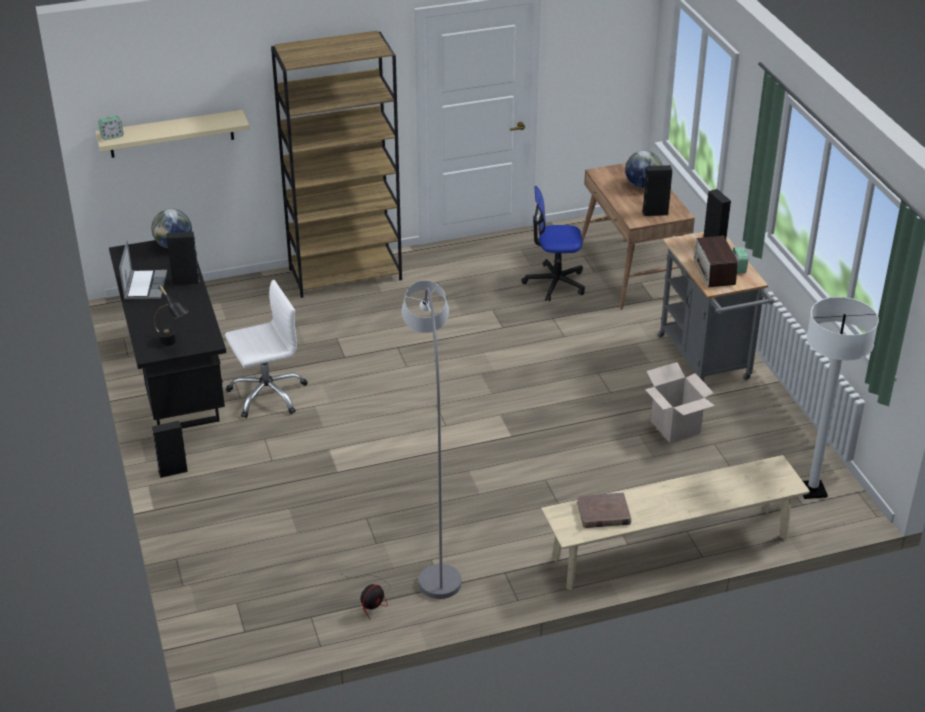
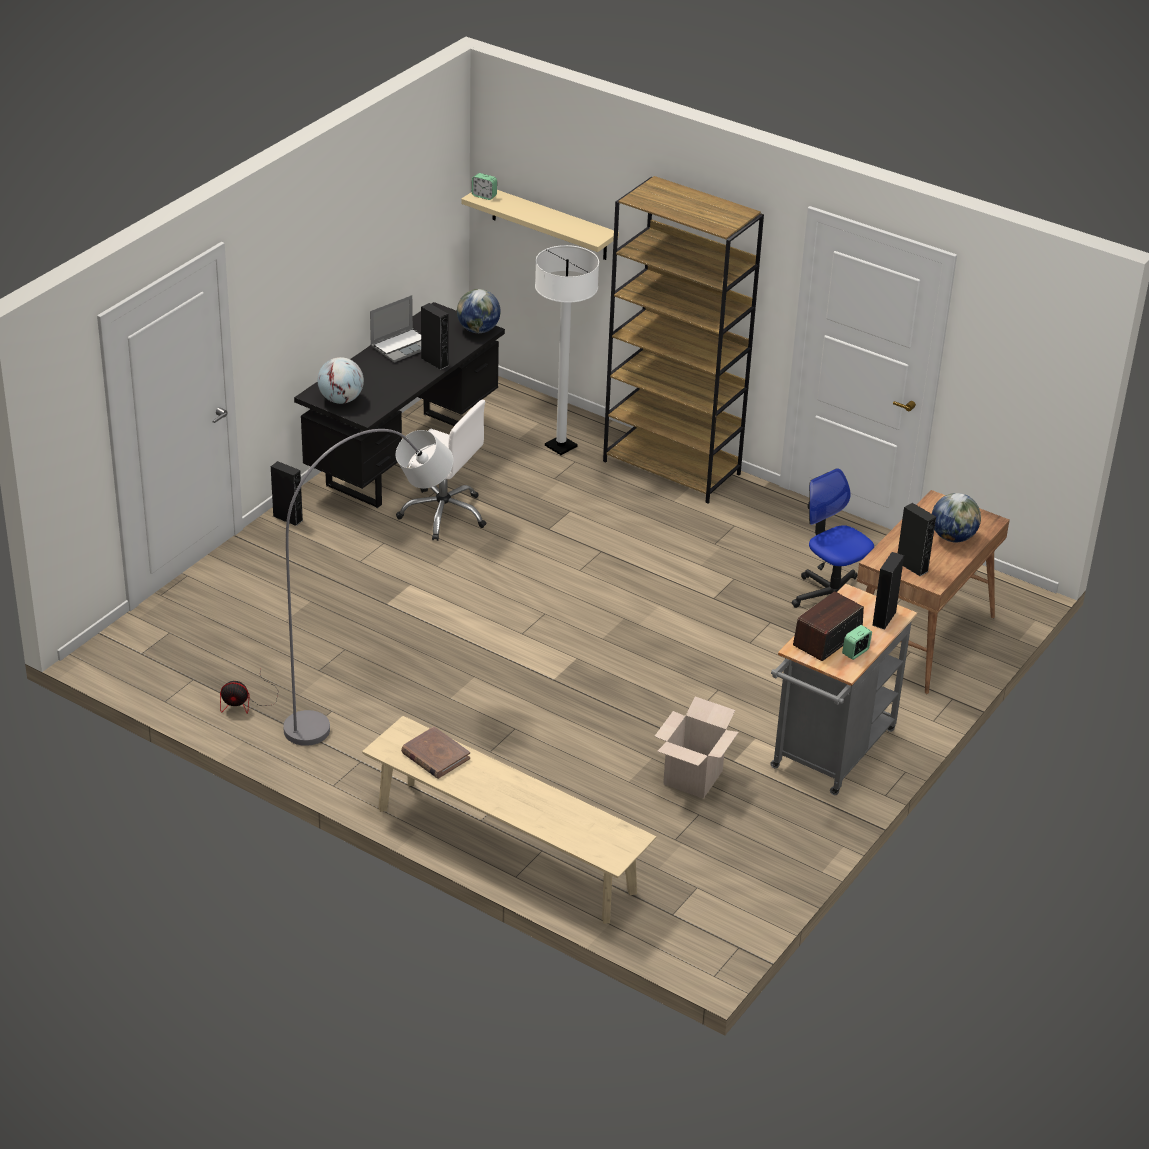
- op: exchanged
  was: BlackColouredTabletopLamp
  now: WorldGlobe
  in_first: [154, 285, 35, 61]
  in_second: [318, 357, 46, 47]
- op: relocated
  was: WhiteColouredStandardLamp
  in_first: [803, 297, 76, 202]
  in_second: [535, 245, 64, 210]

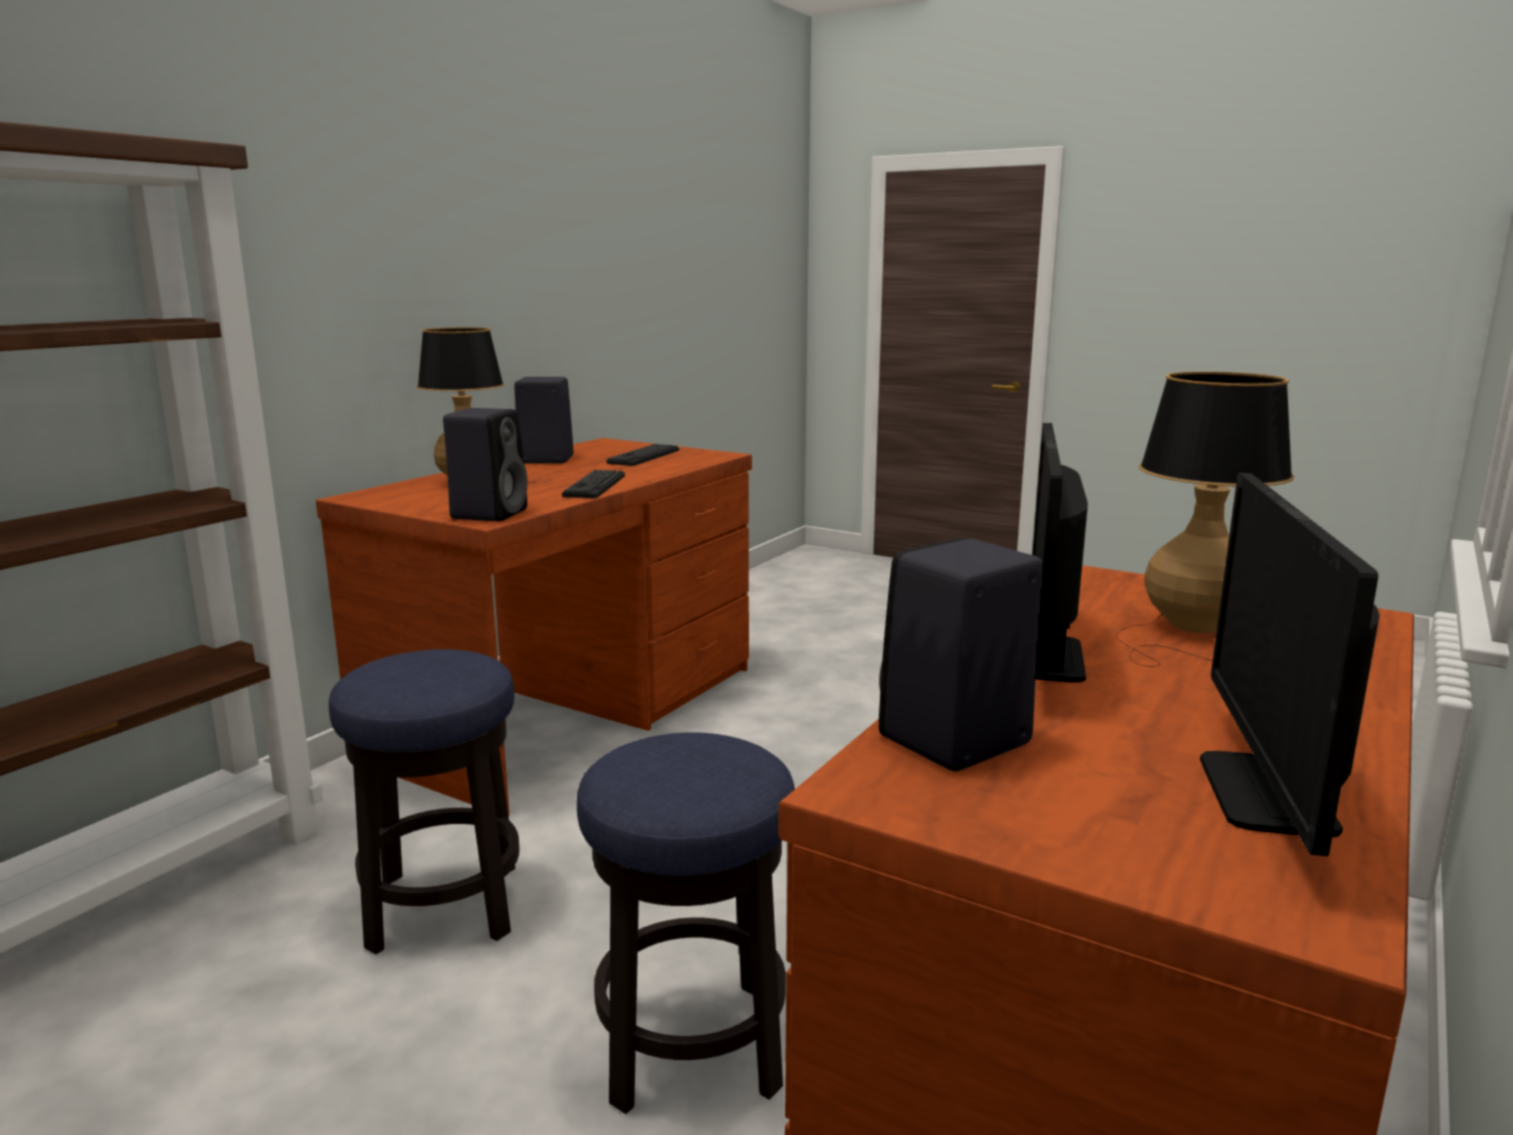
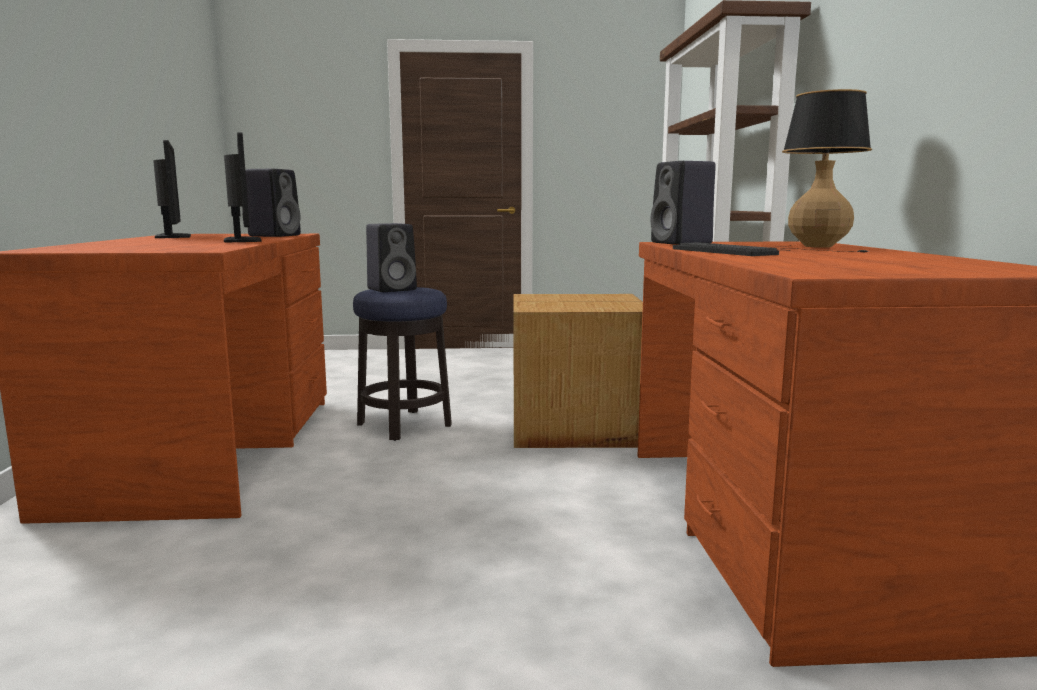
- op: exchanged
  was: Stool
  now: CardboardBox
  in_first: [329, 649, 191, 306]
  in_second: [514, 294, 129, 154]
- op: relocated
  was: BlackColouredLoudspeaker
  in_first: [514, 377, 60, 86]
  in_second: [366, 223, 51, 69]
- op: missing
  was: Keyboard
  in_first: [607, 444, 72, 22]
- op: missing
  was: TabletopLamp
  in_first: [1116, 372, 178, 294]

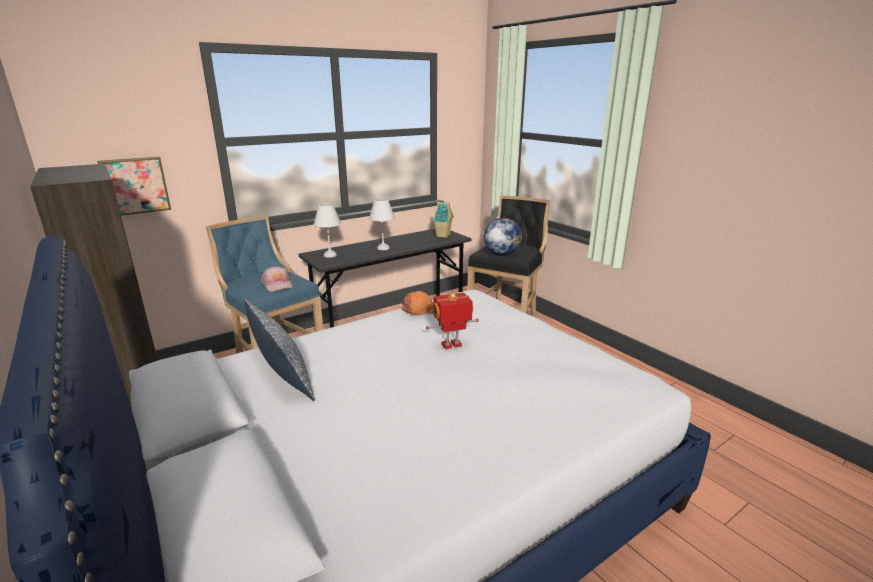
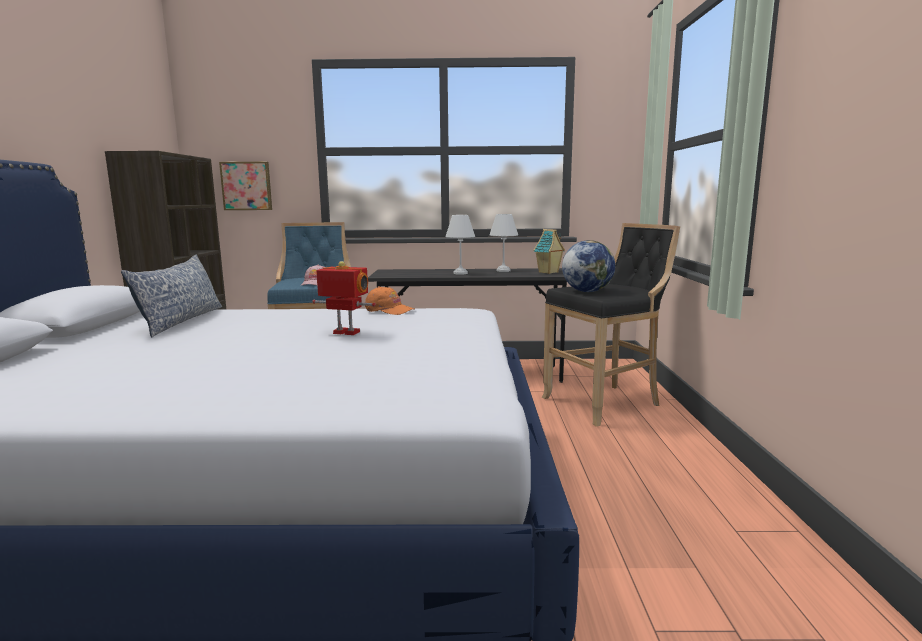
- op: relocated
  was: WhiteColouredTabletopLamp
  in_first: [314, 203, 27, 55]
  in_second: [490, 214, 28, 58]

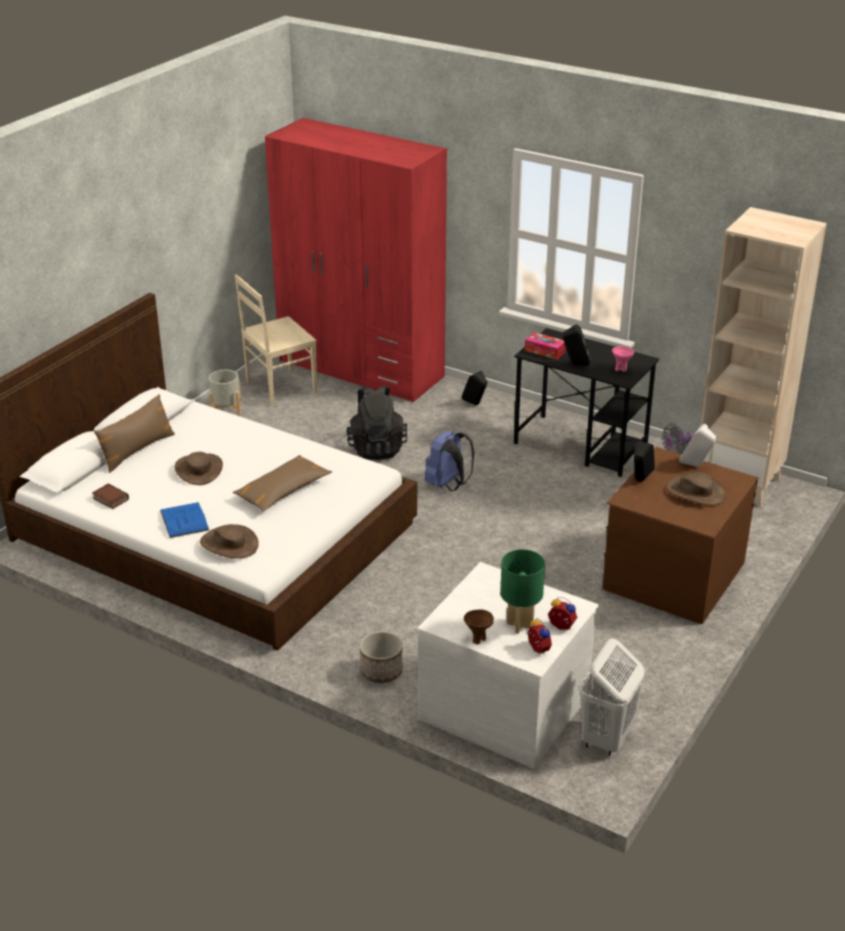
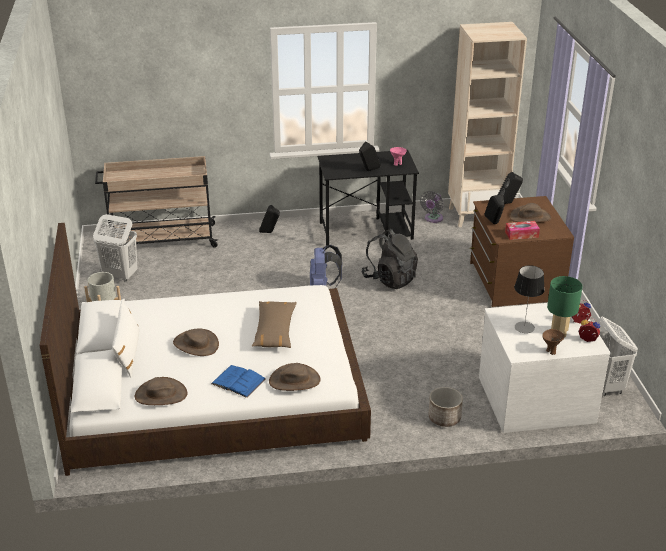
- op: exchanged
  was: Book
  now: BrownClothingHat
  in_first: [92, 484, 37, 25]
  in_second: [135, 377, 52, 28]
- op: colour
  was: BrownCushion
  now: WhiteColouredCushion
  in_first: [94, 394, 81, 79]
  in_second: [112, 301, 28, 77]
- op: exchanged
  was: BeigeColouredChair
  now: WhiteColouredHamper
  in_first: [235, 274, 82, 132]
  in_second: [93, 214, 44, 68]
- op: exchanged
  was: RedColouredClothesCupboard
  now: BeigeColouredWheeledCart
  in_first: [265, 118, 182, 284]
  in_second: [95, 156, 123, 92]
- op: relocated
  was: BlackColouredRucksack
  in_first: [346, 385, 61, 75]
  in_second: [361, 229, 57, 60]
- op: relocated
  was: TissueHolder
  in_first: [525, 332, 41, 28]
  in_second: [505, 221, 35, 19]
- op: colour
  was: WhiteColouredLoudspeaker
  now: BlackColouredLoudspeaker
  in_first: [679, 424, 38, 43]
  in_second: [498, 172, 25, 32]
- op: appeared
  now: TabletopLamp
  in_second: [514, 265, 31, 68]

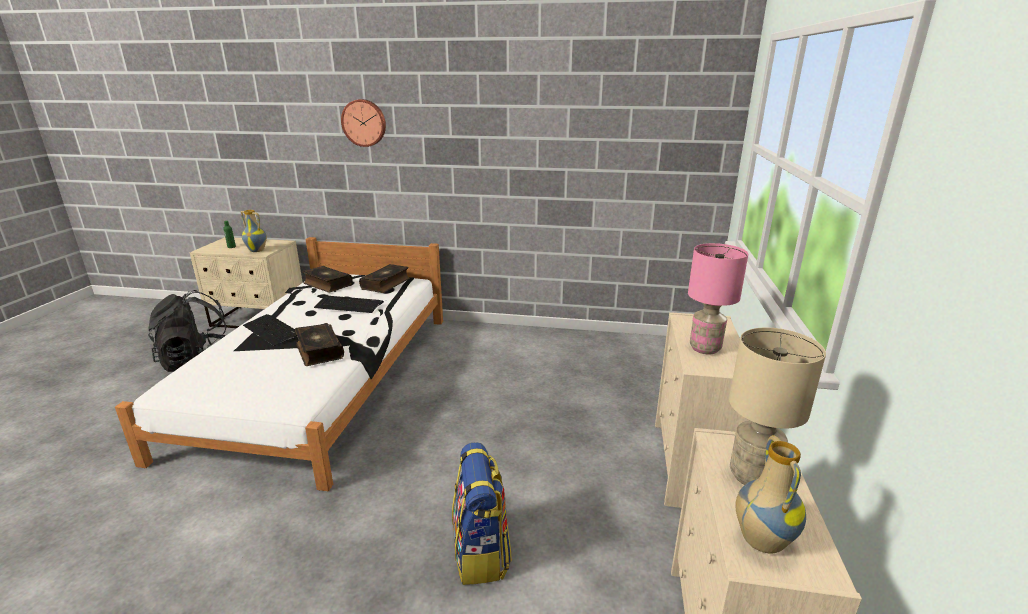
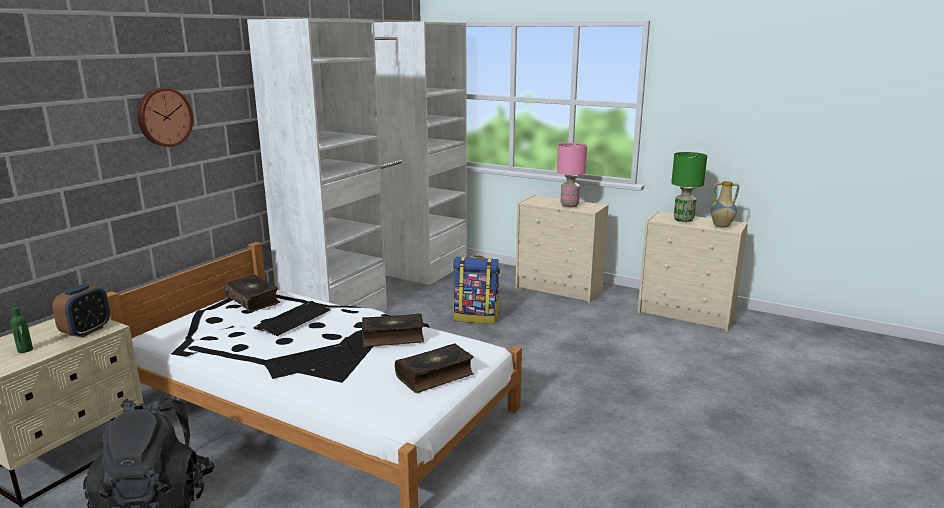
- op: exchanged
  was: DecorativeVase
  now: BedsideClock
  in_first: [240, 210, 27, 42]
  in_second: [52, 284, 58, 54]
- op: relocated
  was: Book
  in_first: [302, 266, 51, 26]
  in_second: [395, 343, 79, 50]
- op: relocated
  was: Rucksack
  in_first: [452, 442, 60, 143]
  in_second: [453, 255, 47, 69]
- op: colour
  was: BeigeColouredTabletopLamp
  now: GreenishTabletopLamp
  in_first: [729, 327, 97, 158]
  in_second: [671, 152, 36, 70]
- op: appeared
  now: WhiteColouredClothesCupboard
  in_second: [247, 19, 220, 293]

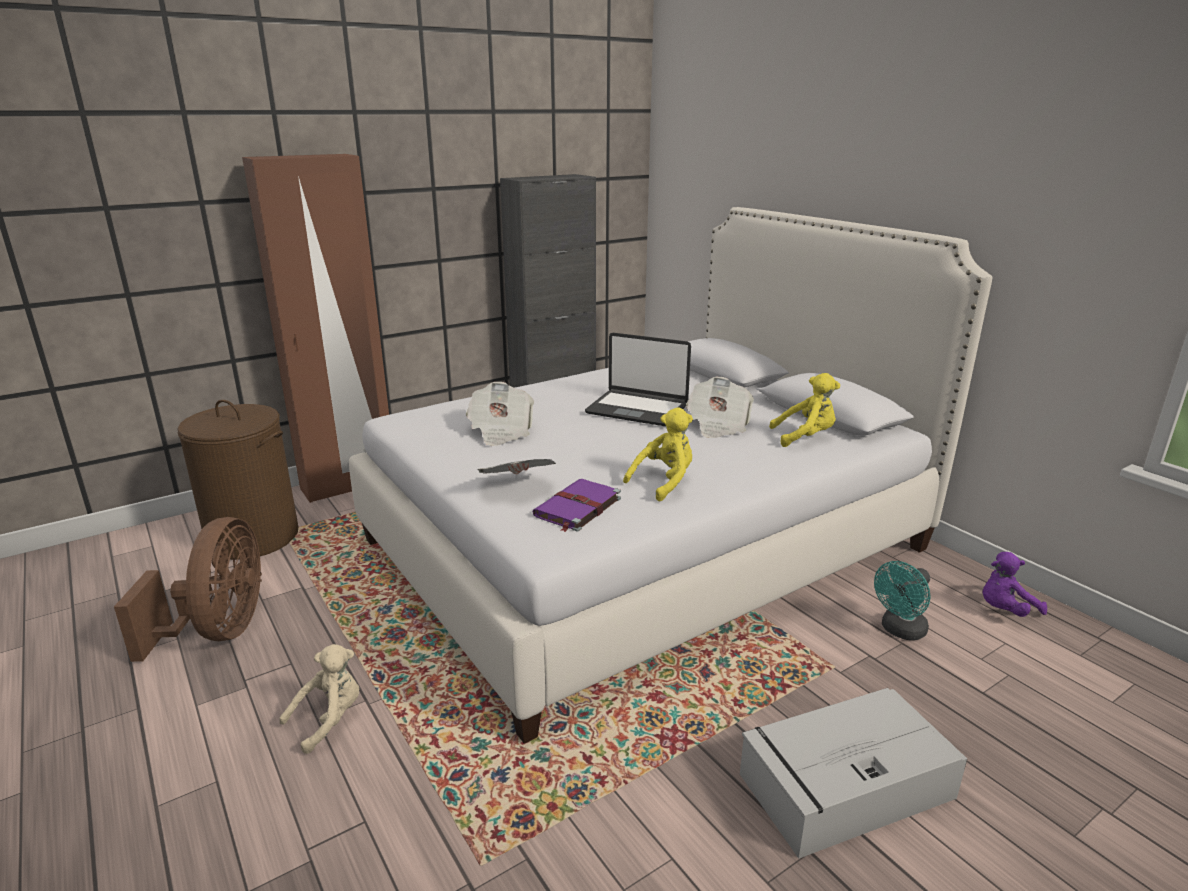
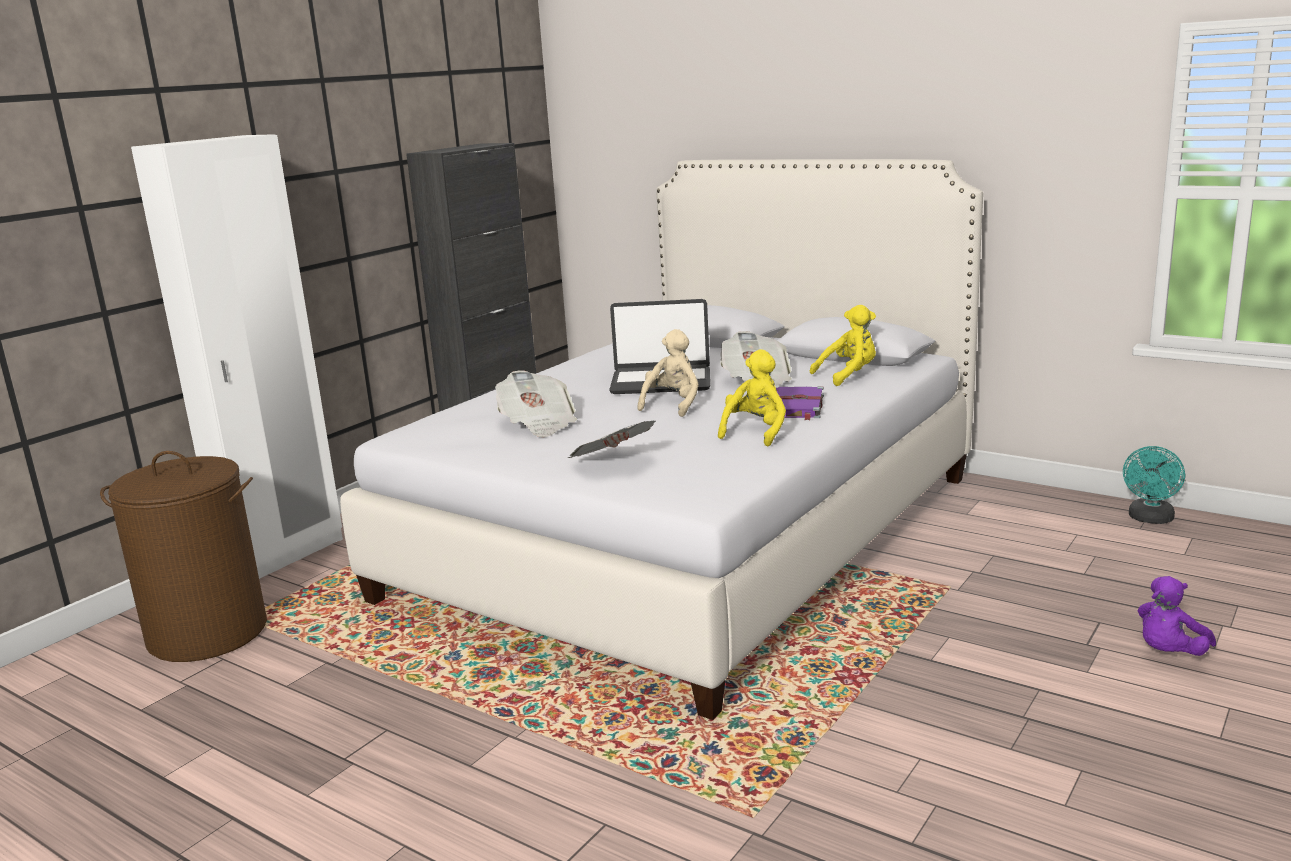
- op: missing
  was: BrownFan
  in_first: [114, 517, 148, 145]
- op: colour
  was: BrownClothesCupboard
  now: WhiteColouredClothesCupboard
  in_first: [242, 154, 147, 349]
  in_second: [131, 134, 212, 445]
- op: relocated
  was: BeigeColouredPlushToy
  in_first: [280, 644, 79, 110]
  in_second: [637, 329, 62, 88]
- op: relocated
  was: PurpleColouredBook
  in_first: [533, 479, 88, 53]
  in_second: [776, 387, 48, 33]
- op: missing
  was: GrayStorageContainer
  in_first: [740, 688, 227, 171]
- op: relocated
  was: BlueGreenFan
  in_first: [874, 561, 57, 79]
  in_second: [1123, 446, 62, 78]
- op: relocated
  was: PurpleColouredPlushToy
  in_first: [983, 552, 64, 65]
  in_second: [1138, 576, 78, 80]

